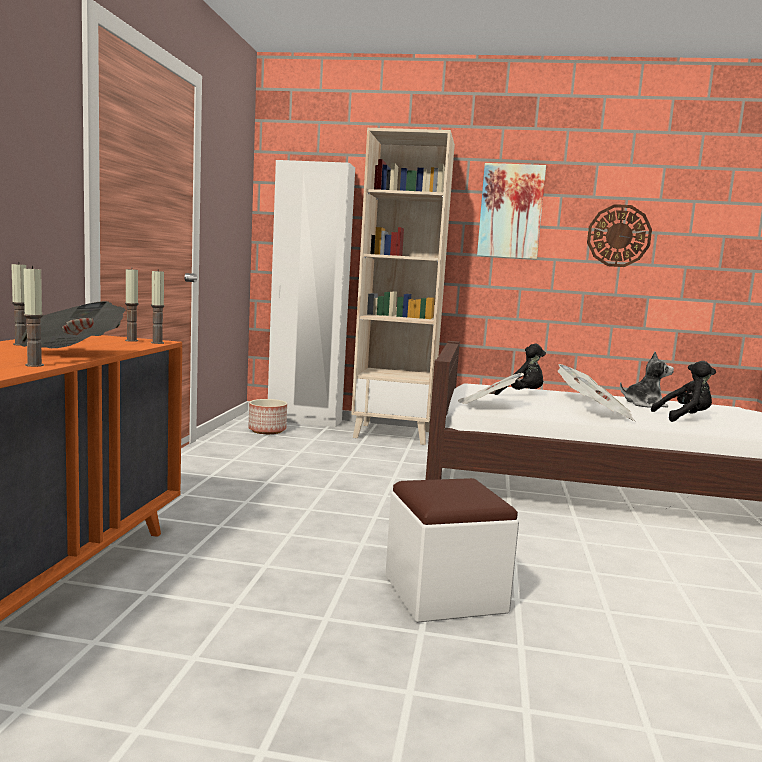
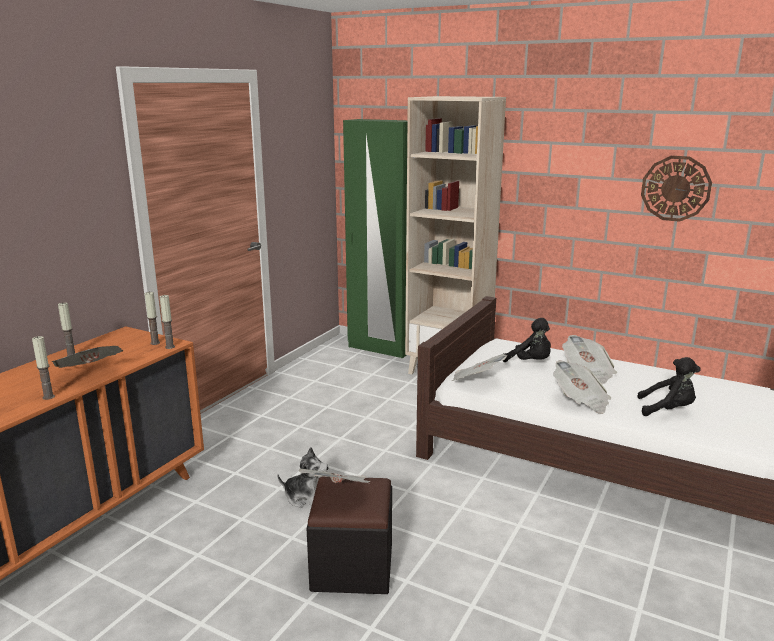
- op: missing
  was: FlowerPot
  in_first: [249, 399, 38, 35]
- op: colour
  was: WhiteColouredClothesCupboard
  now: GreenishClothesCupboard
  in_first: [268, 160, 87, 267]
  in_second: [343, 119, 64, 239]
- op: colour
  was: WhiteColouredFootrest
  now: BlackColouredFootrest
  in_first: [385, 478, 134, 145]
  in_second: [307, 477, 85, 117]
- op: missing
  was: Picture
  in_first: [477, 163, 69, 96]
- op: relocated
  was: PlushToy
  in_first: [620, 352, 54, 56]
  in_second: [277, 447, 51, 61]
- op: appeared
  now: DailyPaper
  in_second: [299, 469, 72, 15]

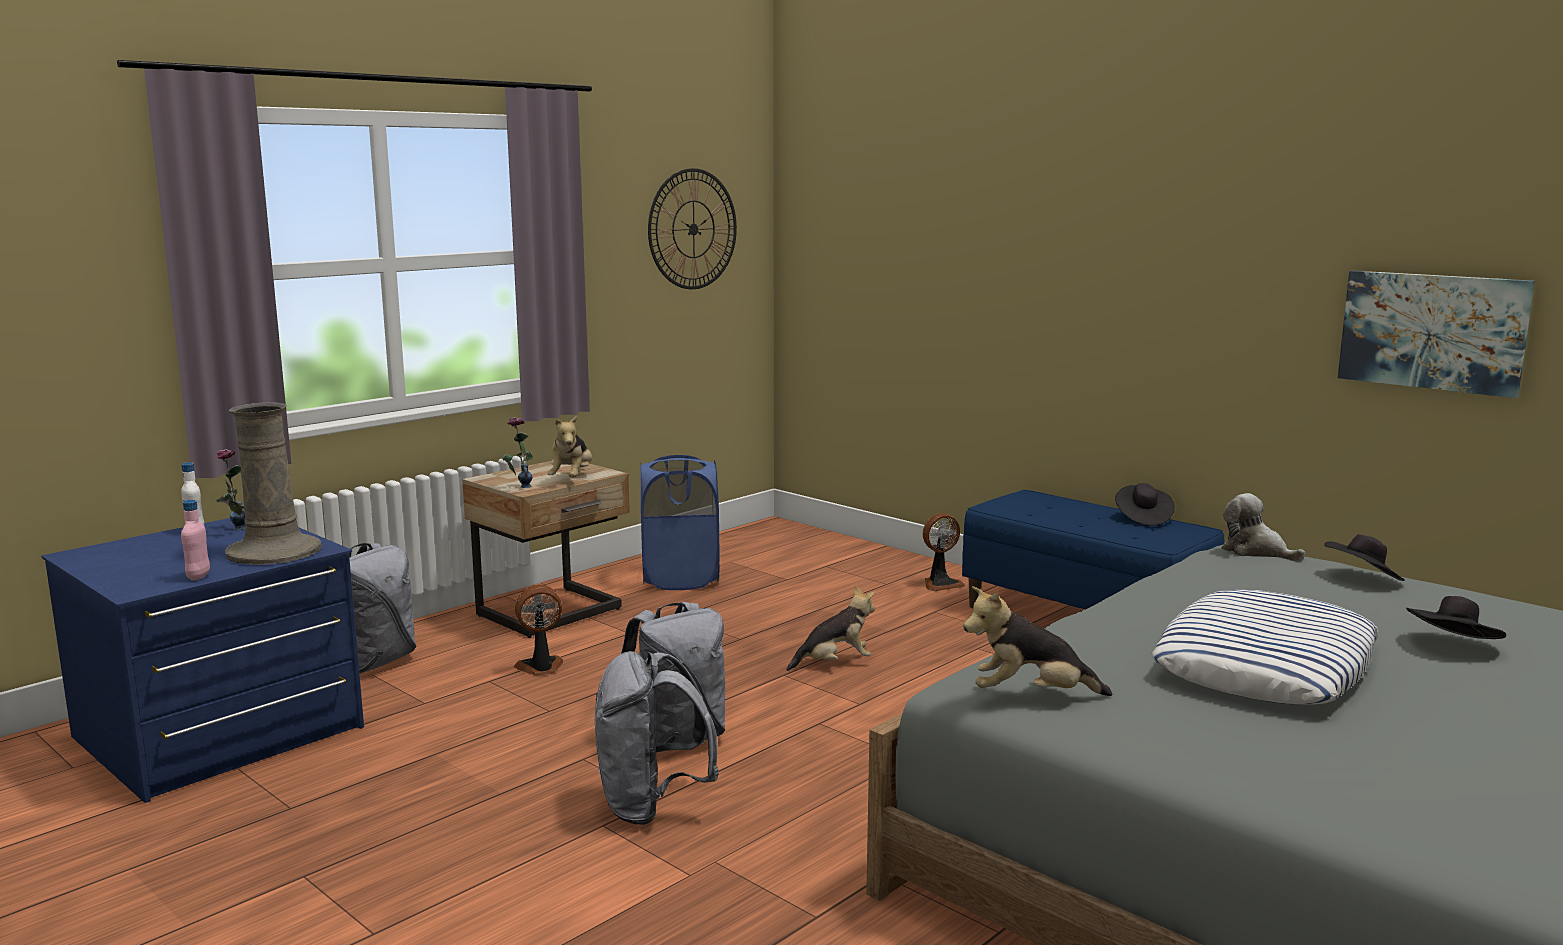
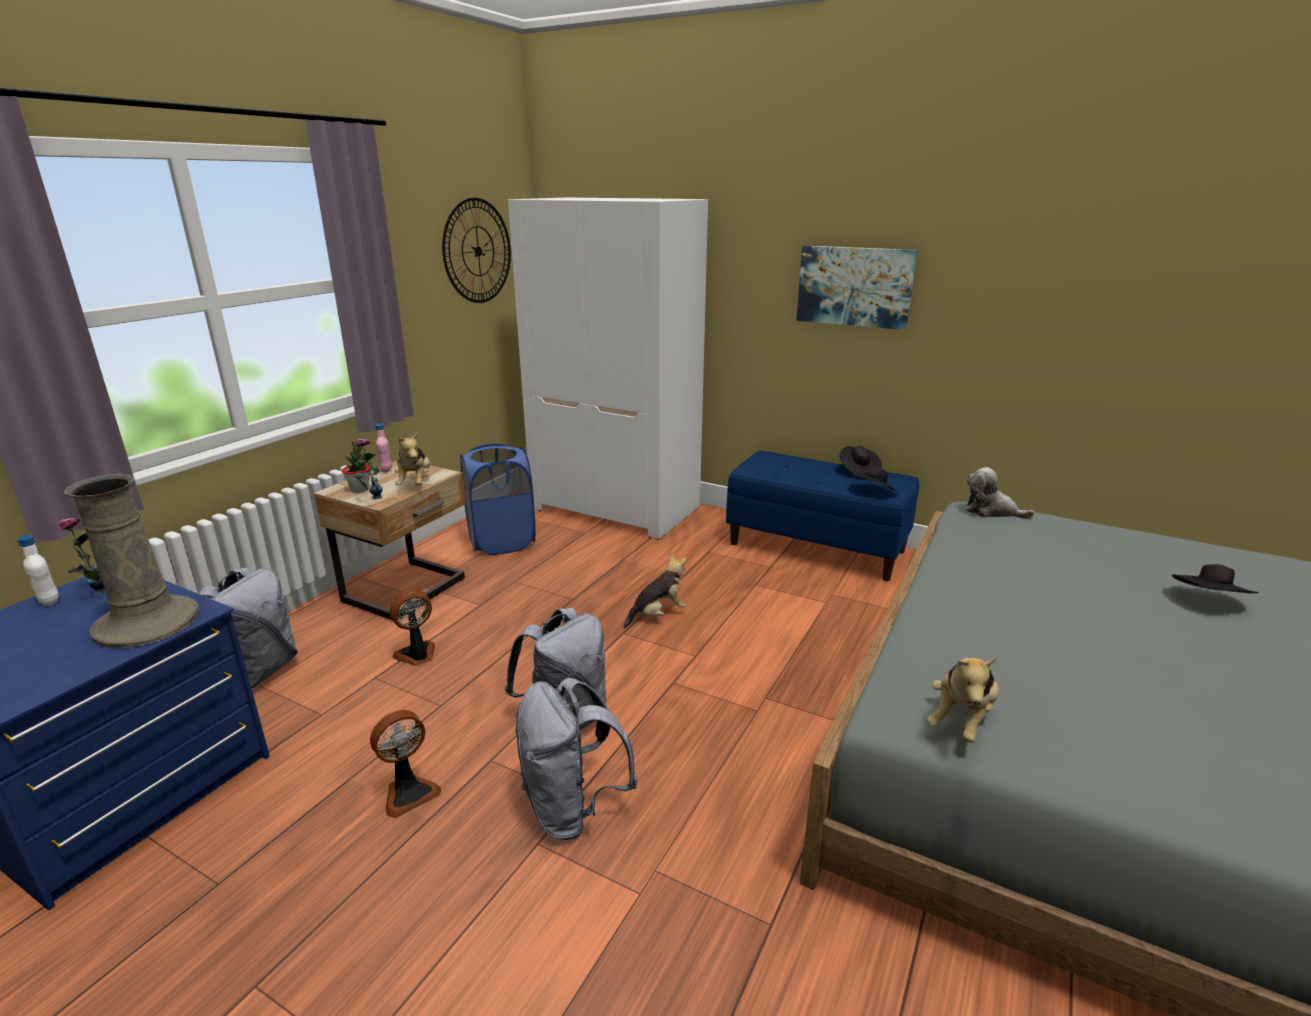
- op: relocated
  was: PinkishBeverageBottle
  in_first: [181, 500, 29, 81]
  in_second: [375, 423, 17, 50]
- op: relocated
  was: Fan
  in_first: [923, 513, 42, 78]
  in_second: [370, 710, 71, 108]
- op: spun
  was: PlushToy
  in_first: [963, 586, 149, 110]
  in_second: [927, 657, 72, 86]
  clockwise: -45
- op: missing
  was: Cushion
  in_first: [1152, 590, 226, 115]
- op: relocated
  was: BlackColouredClothingHat
  in_first: [1324, 534, 81, 47]
  in_second: [853, 466, 45, 26]
- op: relocated
  was: Picture
  in_first: [1338, 271, 197, 127]
  in_second: [797, 246, 120, 84]
- op: appeared
  now: PottedPlant
  in_second: [342, 441, 28, 52]
- op: appeared
  now: WhiteColouredClothesCupboard
  in_second: [508, 198, 200, 342]

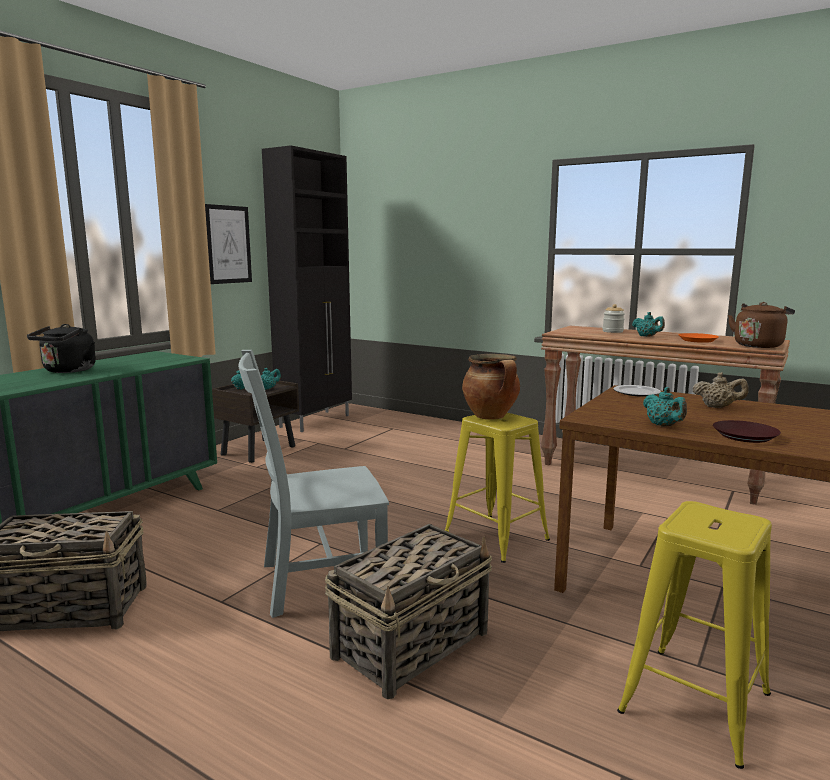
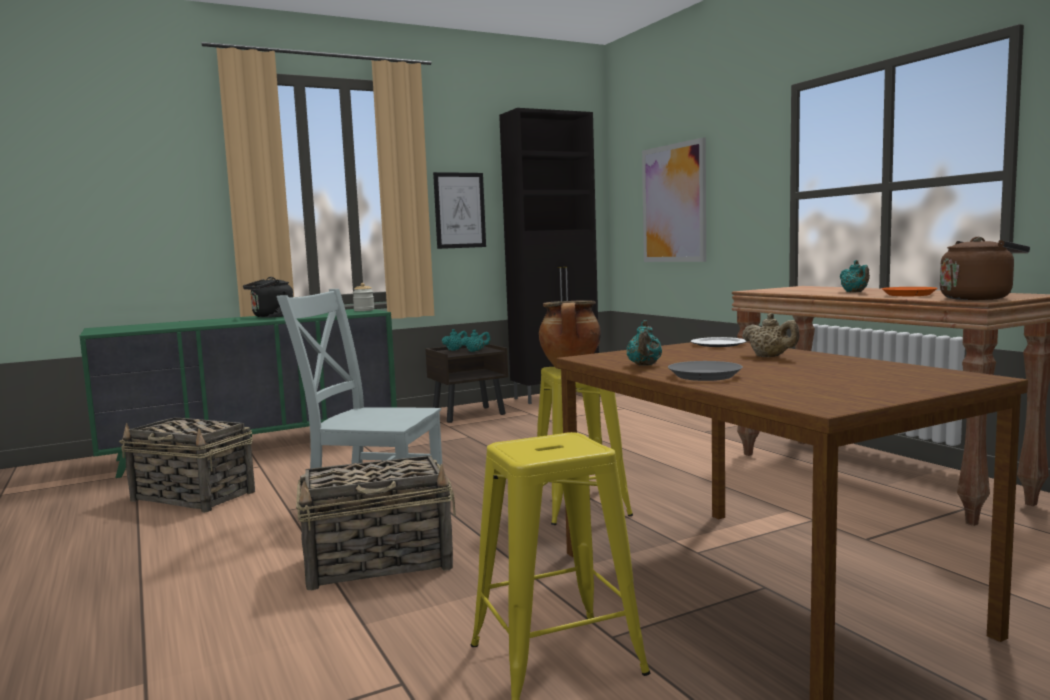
- op: relocated
  was: StorageJar
  in_first: [603, 304, 22, 29]
  in_second: [353, 283, 21, 28]
- op: colour
  was: BrownFlatDish
  now: GrayFlatDish
  in_first: [713, 420, 68, 23]
  in_second: [668, 361, 75, 20]
- op: appeared
  now: Picture
  in_second: [642, 138, 64, 124]

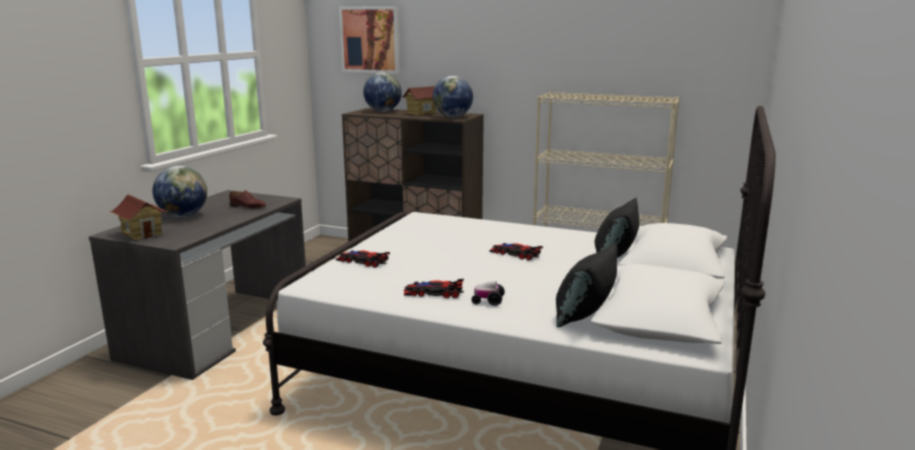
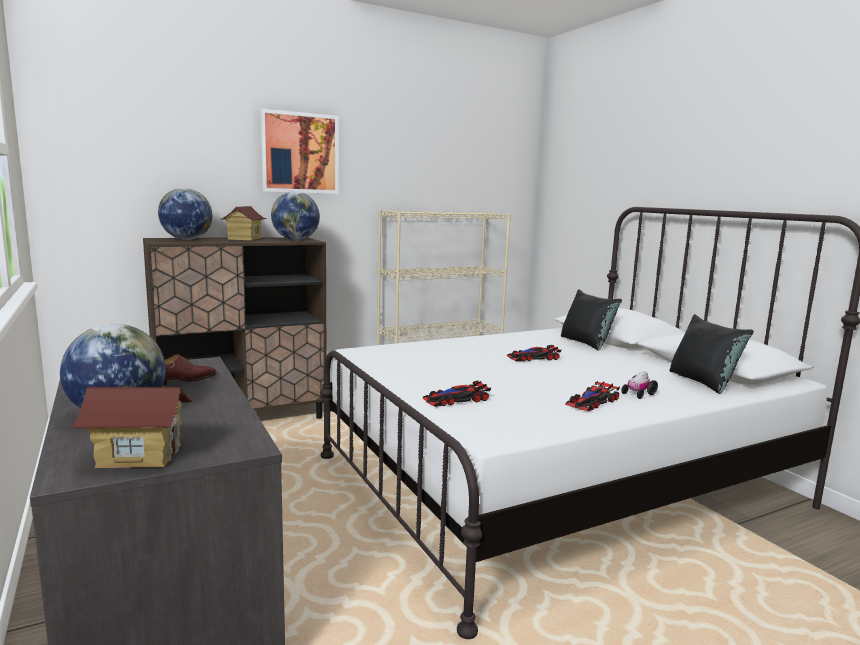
- op: relocated
  was: Picture
  in_first: [339, 6, 61, 68]
  in_second: [260, 109, 79, 85]

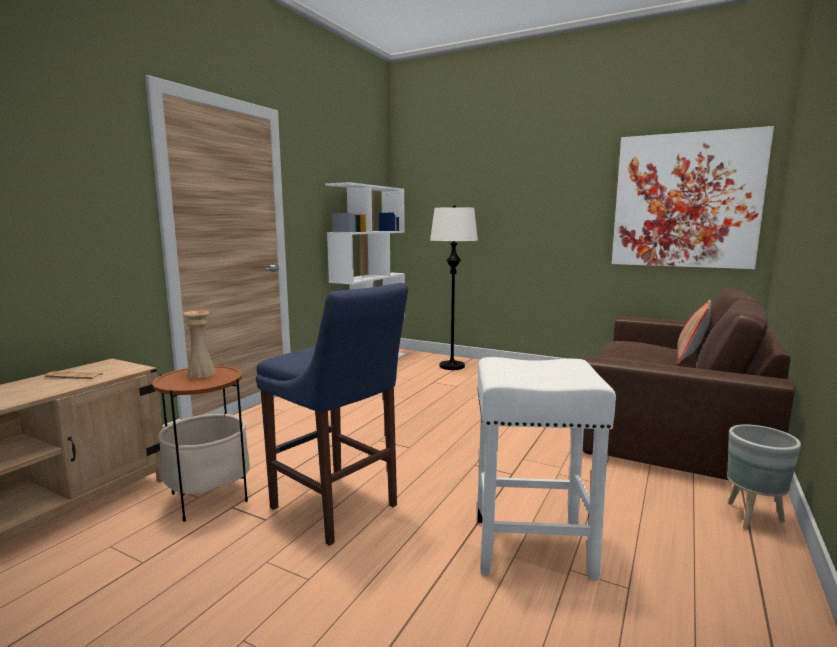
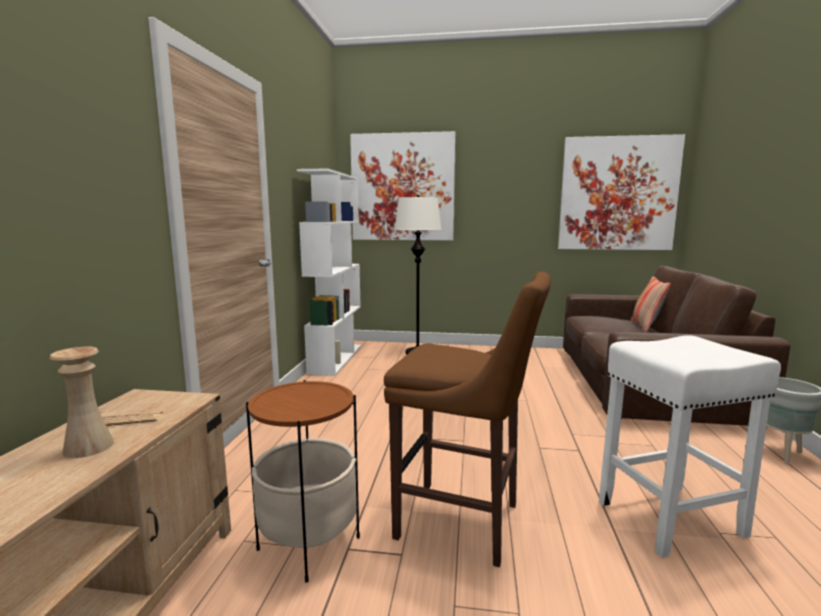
- op: relocated
  was: BeigeColouredDecorativeVase
  in_first: [183, 311, 33, 67]
  in_second: [50, 347, 64, 111]
- op: colour
  was: BlueStool
  now: BrownStool
  in_first: [256, 283, 152, 263]
  in_second: [384, 272, 167, 295]
- op: appeared
  now: Picture
  in_second: [350, 131, 106, 109]

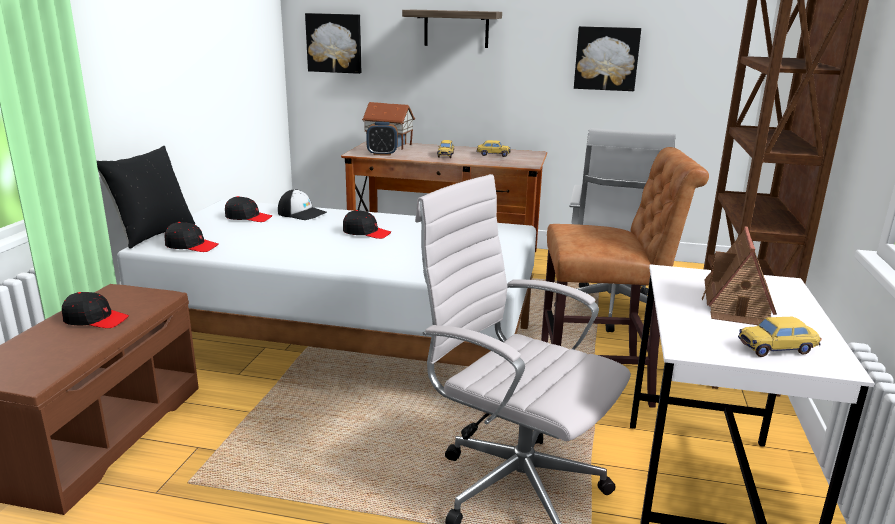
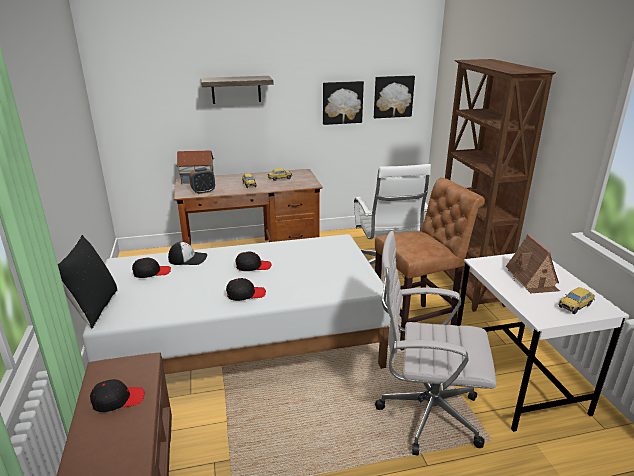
- op: relocated
  was: BlackColouredBaseballCap
  in_first: [165, 222, 54, 30]
  in_second: [226, 278, 40, 23]
- op: relocated
  was: Picture
  in_first: [305, 13, 56, 61]
  in_second: [374, 76, 41, 42]

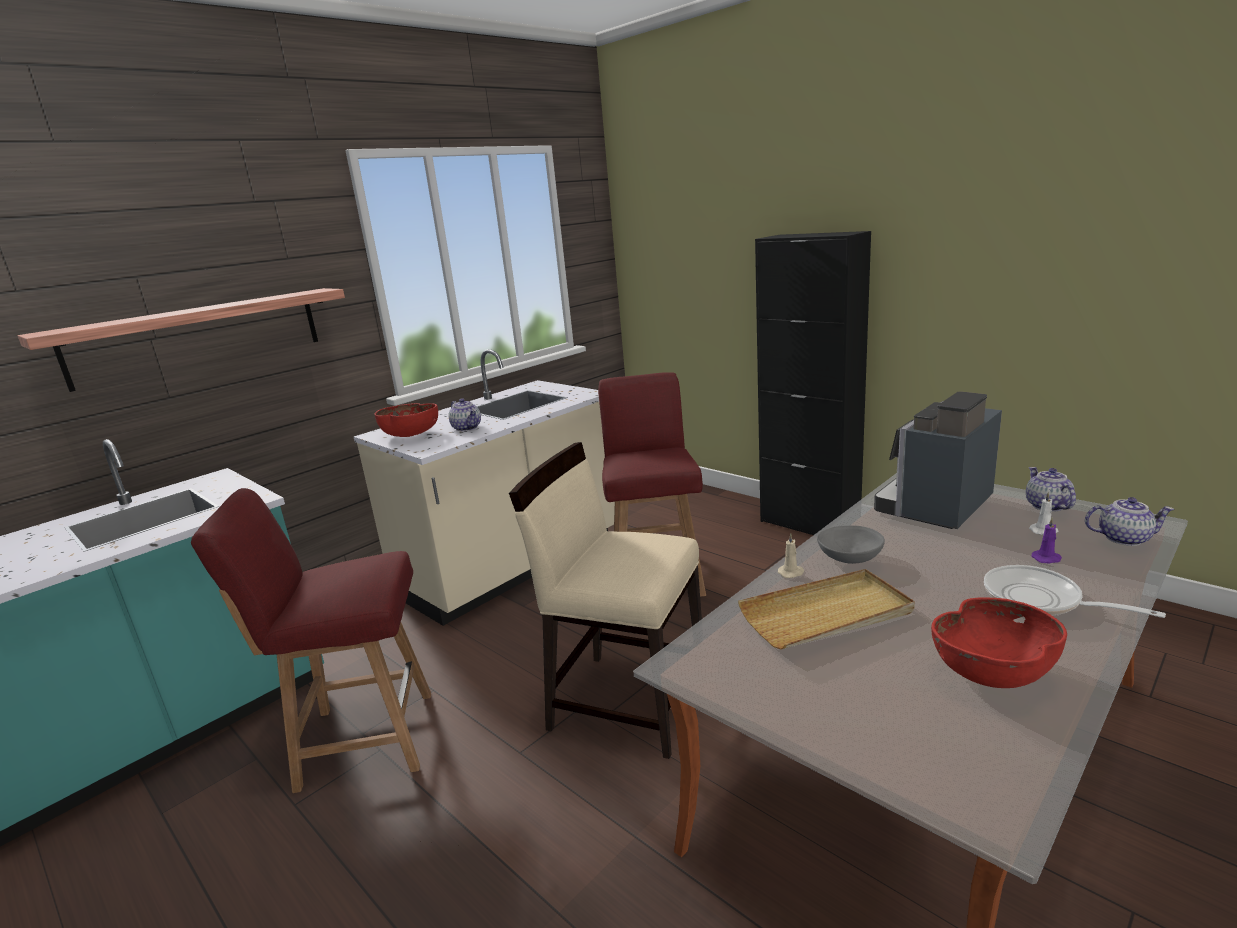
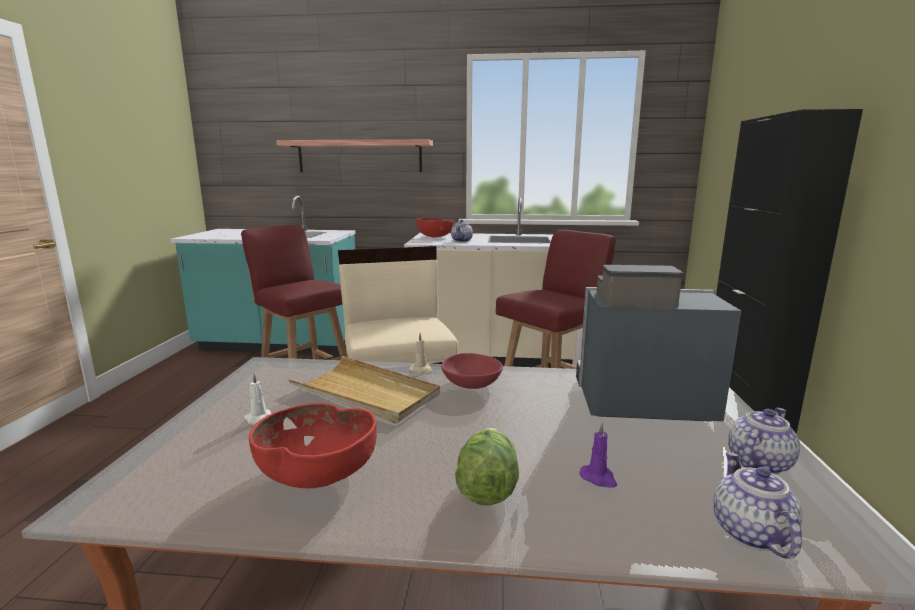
- op: colour
  was: GrayBowl
  now: RedColouredBowl
  in_first: [817, 525, 68, 39]
  in_second: [441, 353, 62, 36]
- op: exchanged
  was: FryingPan
  now: Lettuce
  in_first: [984, 565, 182, 53]
  in_second: [455, 428, 64, 78]
- op: relocated
  was: WhiteColouredCandle
  in_first: [1029, 492, 29, 43]
  in_second: [244, 373, 27, 52]
- op: spun
  was: PotForTea
  in_first: [1085, 497, 90, 49]
  in_second: [713, 452, 89, 107]
  clockwise: -150

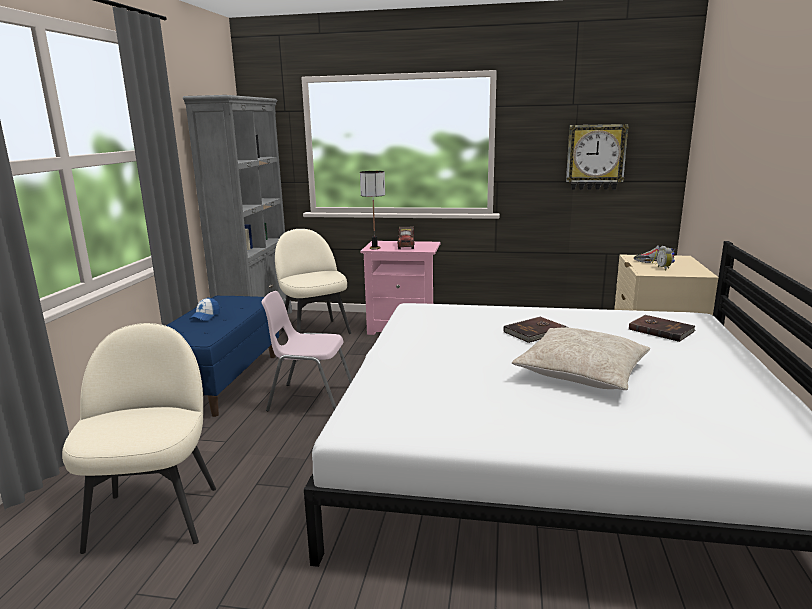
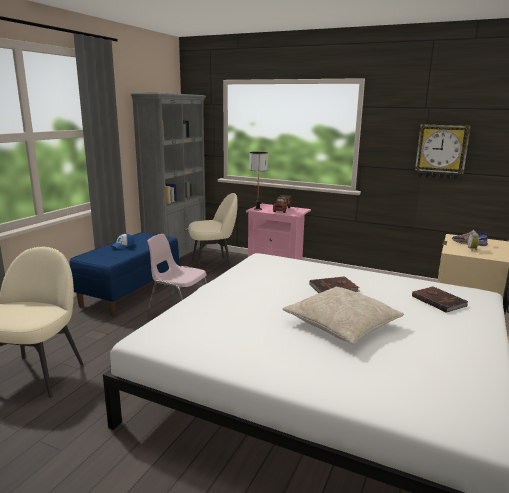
- op: spun
  was: BeigeColouredChair
  in_first: [275, 229, 76, 105]
  in_second: [188, 193, 50, 76]
  clockwise: 90

